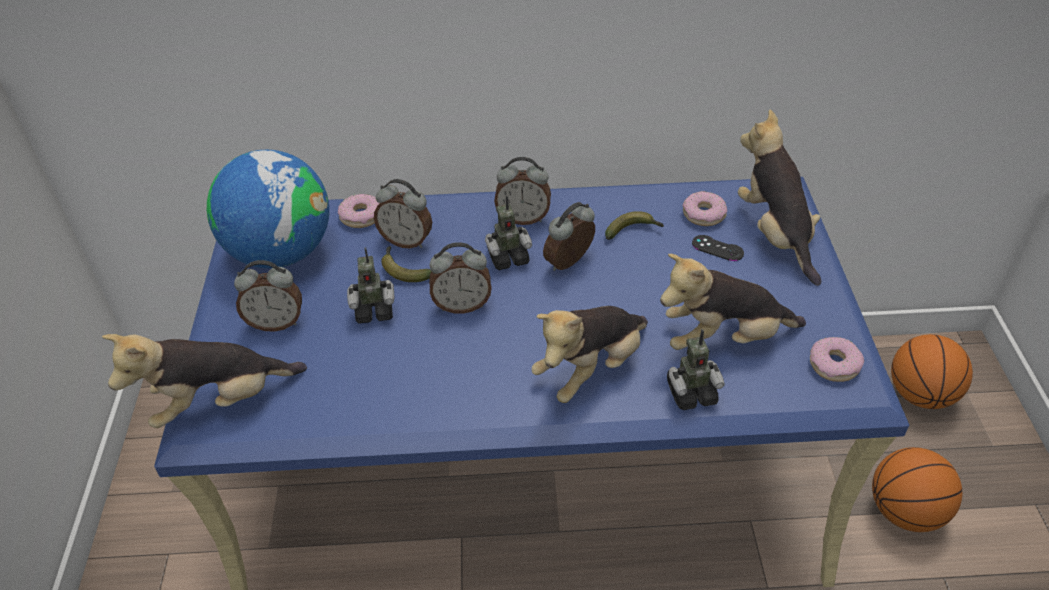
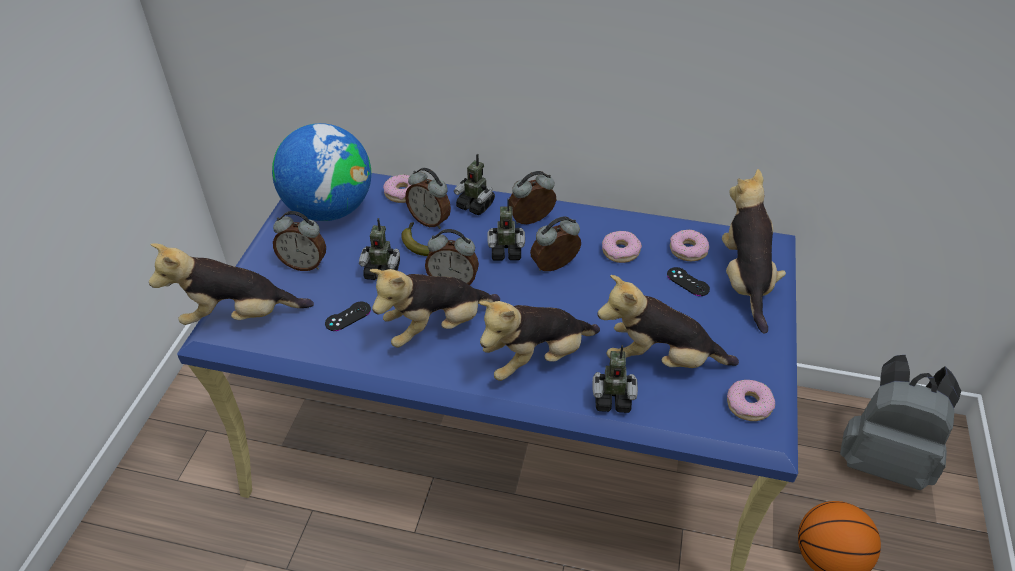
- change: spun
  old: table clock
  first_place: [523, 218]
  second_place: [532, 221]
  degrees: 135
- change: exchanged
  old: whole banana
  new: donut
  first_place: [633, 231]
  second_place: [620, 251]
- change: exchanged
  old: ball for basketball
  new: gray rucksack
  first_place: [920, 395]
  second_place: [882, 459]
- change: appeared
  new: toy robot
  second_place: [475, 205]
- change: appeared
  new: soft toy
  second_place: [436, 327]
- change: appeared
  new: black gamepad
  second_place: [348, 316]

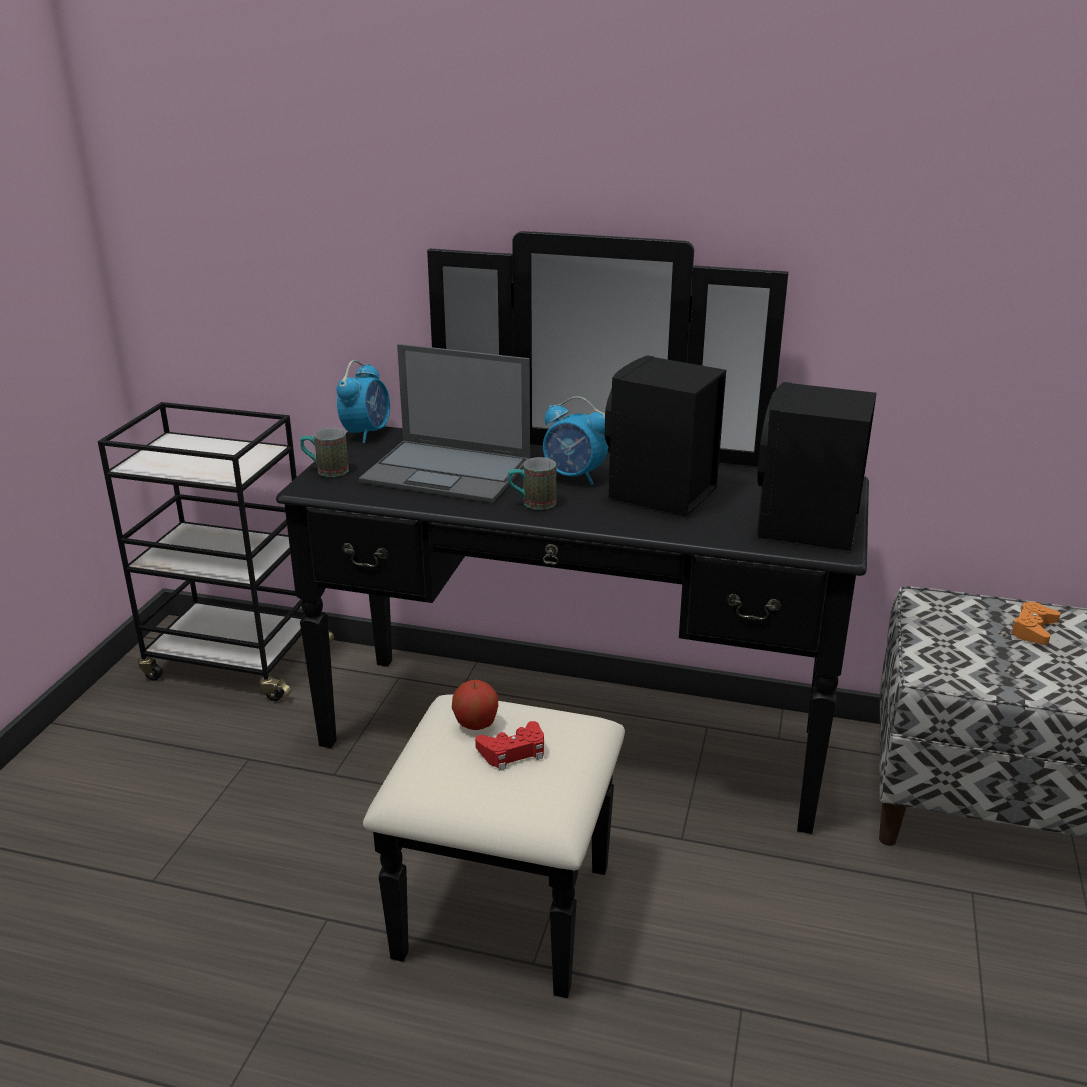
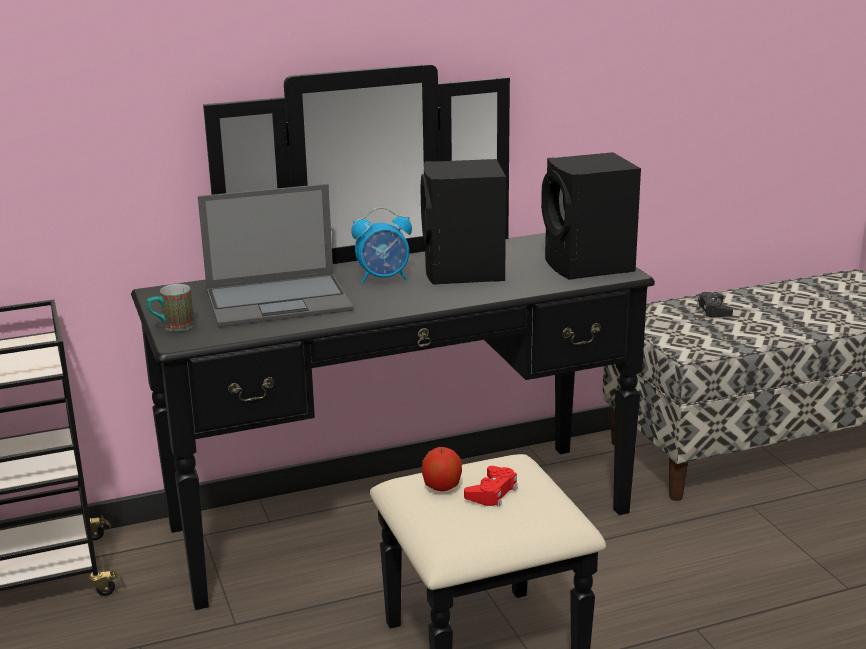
- change: missing
  old: table clock
  first_place: [367, 433]
- change: missing
  old: coffee mug
  first_place: [532, 503]
- change: colour
  old: orange-coloured gamepad
  new: black gamepad
  first_place: [1033, 630]
  second_place: [713, 310]

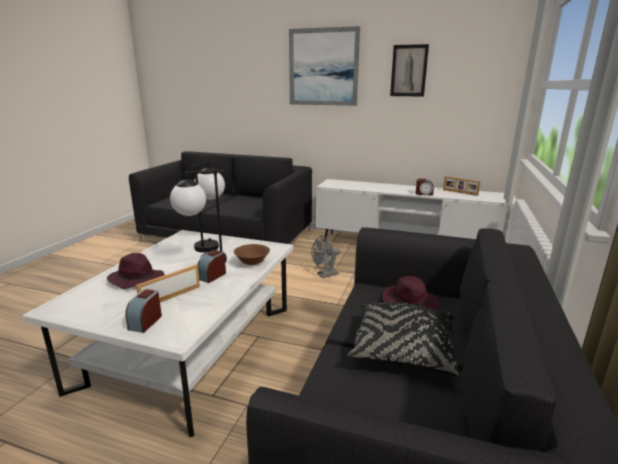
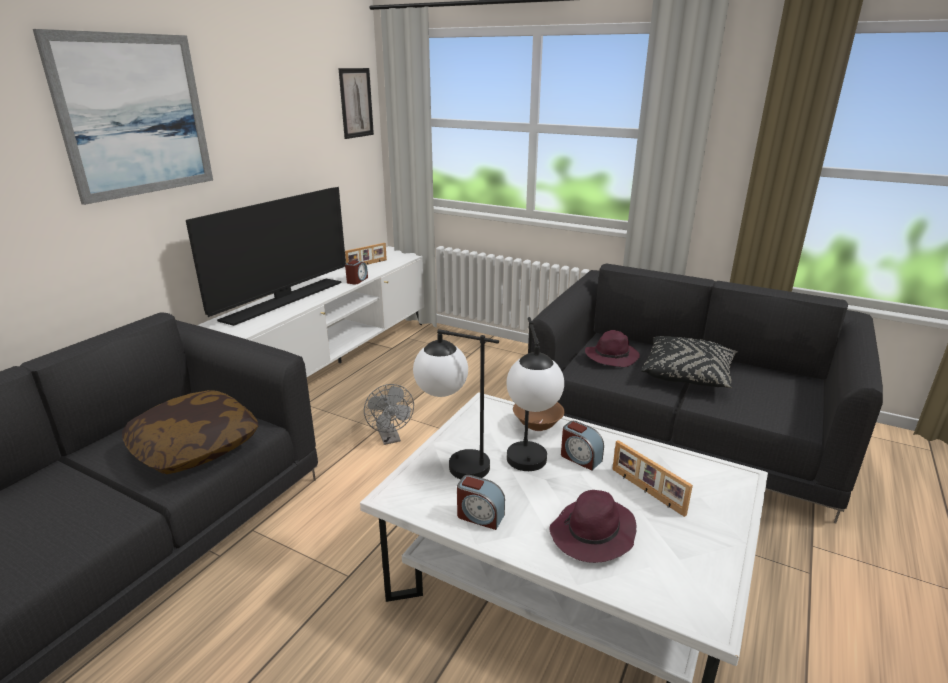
- change: relocated
  old: wall picture
  first_place: [409, 71]
  second_place: [356, 103]
- change: relocated
  old: table clock
  first_place: [145, 322]
  second_place: [480, 516]
- change: appeared
  new: TV set
  second_place: [284, 300]
- change: appeared
  new: pillow
  second_place: [196, 447]

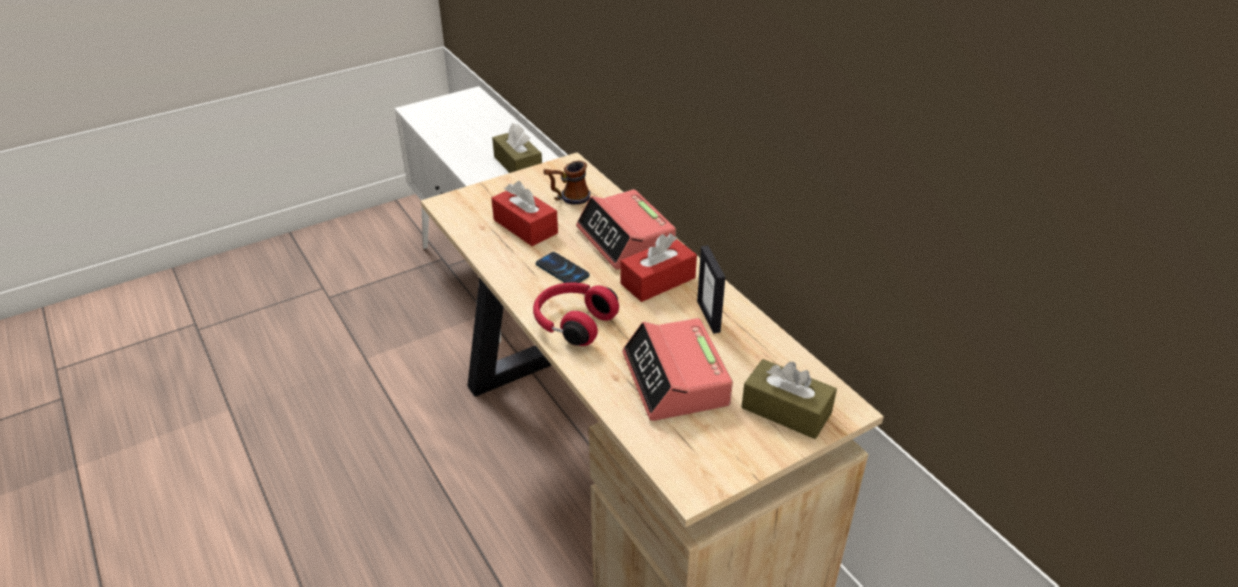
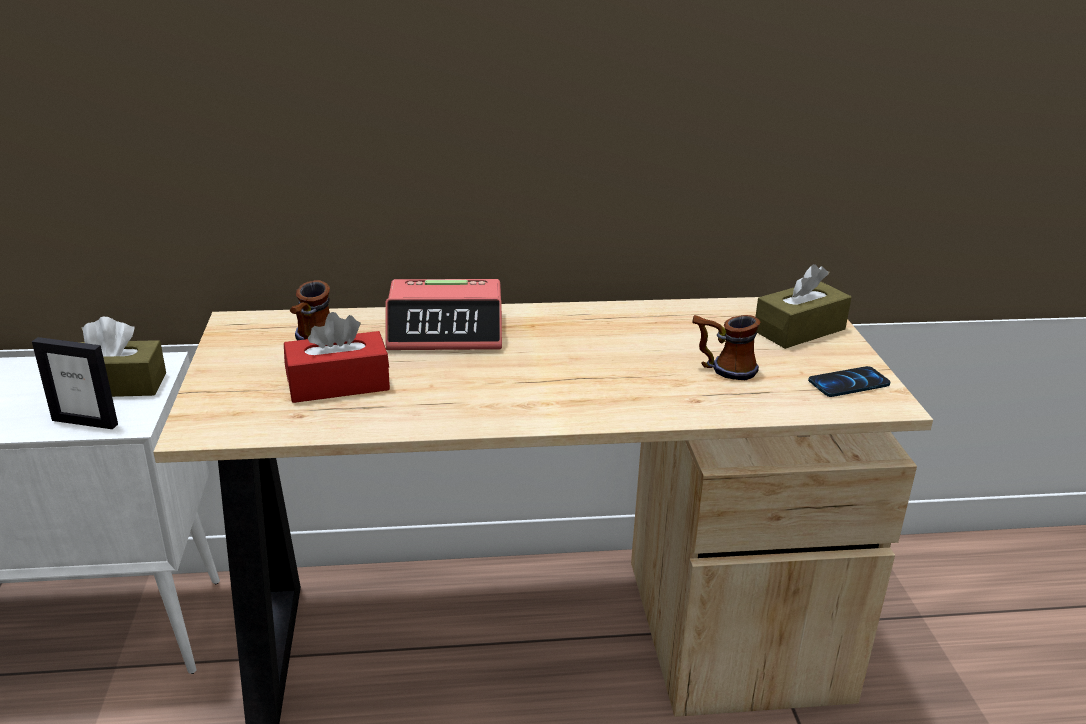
- change: missing
  old: red box of tissues
  first_place: [658, 281]
- change: relocated
  old: standing frame
  first_place: [709, 316]
  second_place: [85, 422]
- change: relocated
  old: telephone
  first_place: [562, 270]
  second_place: [849, 383]
- change: missing
  old: red pair of headphones
  first_place: [573, 323]
- change: exchanged
  old: table clock
  new: coffee mug
  first_place: [675, 380]
  second_place: [722, 369]

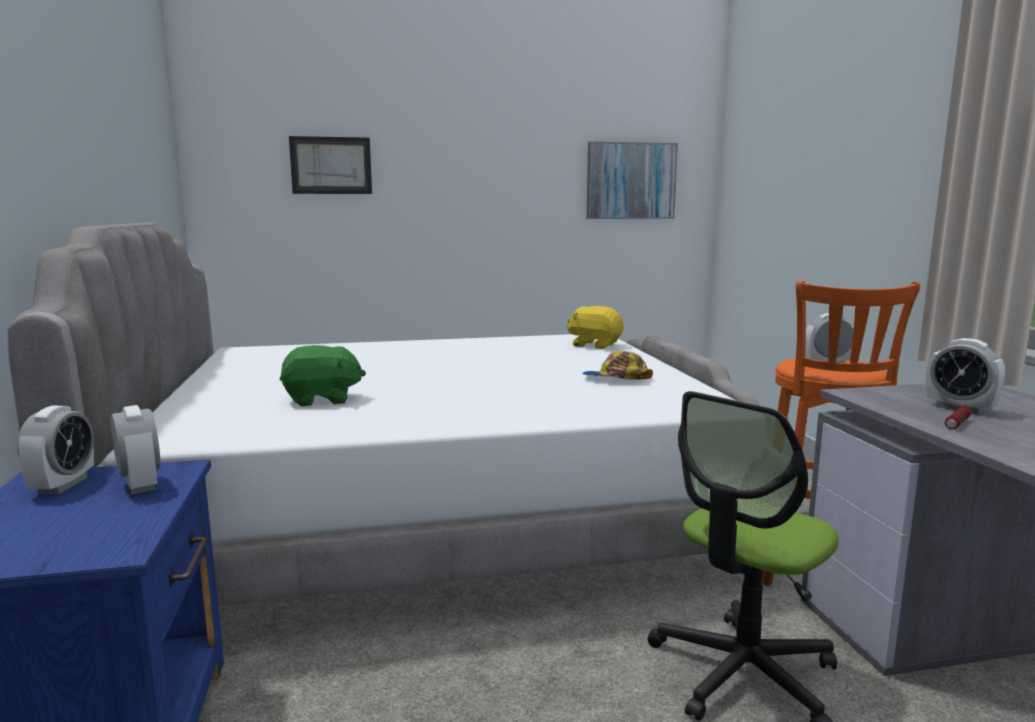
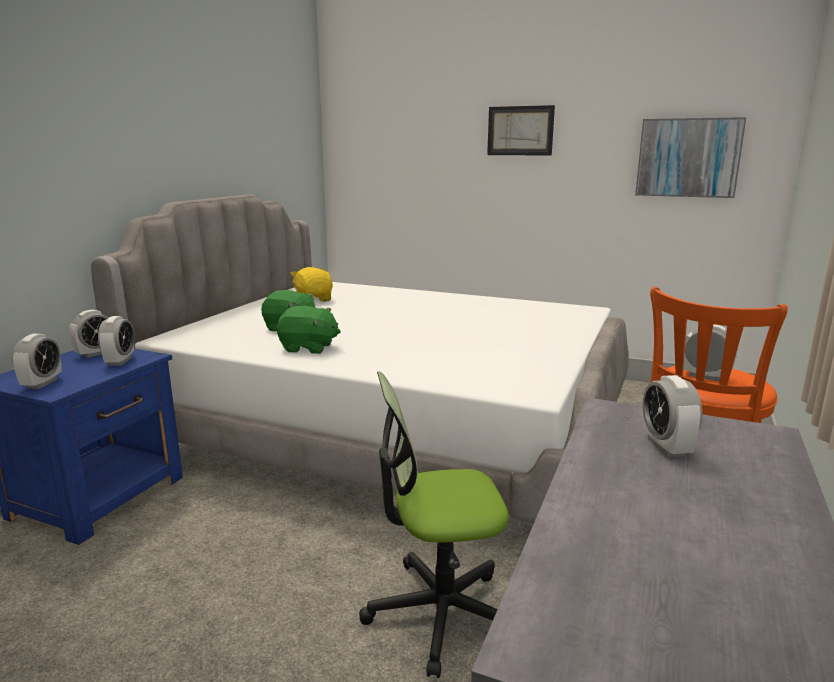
- change: relocated
  old: wall picture
  first_place: [331, 165]
  second_place: [520, 131]
- change: relocated
  old: yellowish soft toy
  first_place: [595, 345]
  second_place: [314, 299]
- change: missing
  old: peaked cap
  first_place: [616, 379]
- change: missing
  old: torch
  first_place: [957, 423]
- change: appeared
  new: greenish soft toy
  second_place: [308, 348]
- change: appeared
  new: table clock
  second_place: [42, 383]

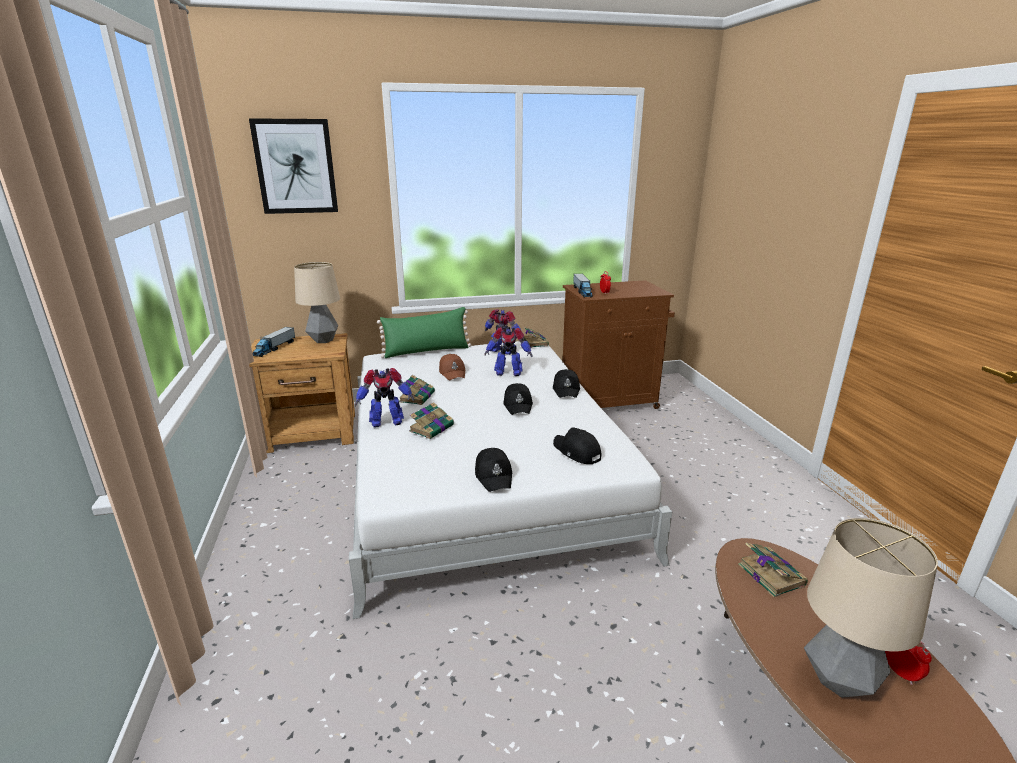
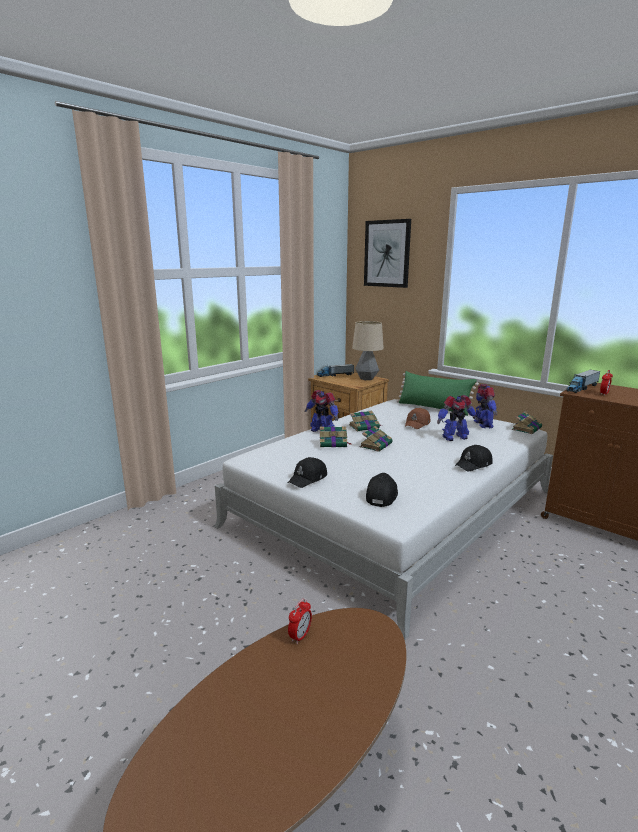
- change: spun
  old: toy robot
  first_place: [508, 372]
  second_place: [454, 437]
  degrees: -75
- change: missing
  old: black peaked cap
  first_place: [518, 405]
- change: missing
  old: tabletop lamp
  first_place: [839, 681]
- change: relocated
  old: volume
  first_place: [770, 574]
  second_place: [376, 445]
- change: relocated
  old: table clock
  first_place: [901, 673]
  second_place: [300, 636]

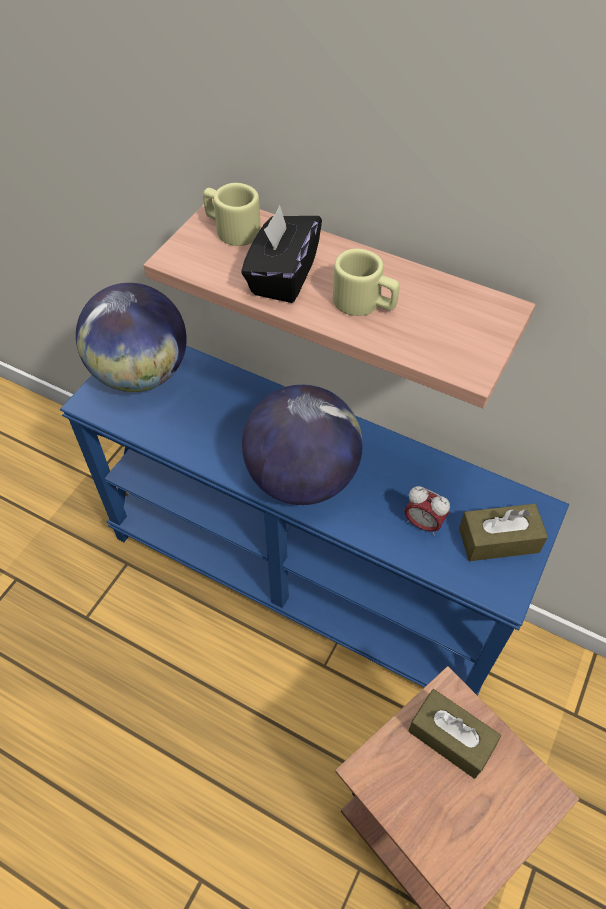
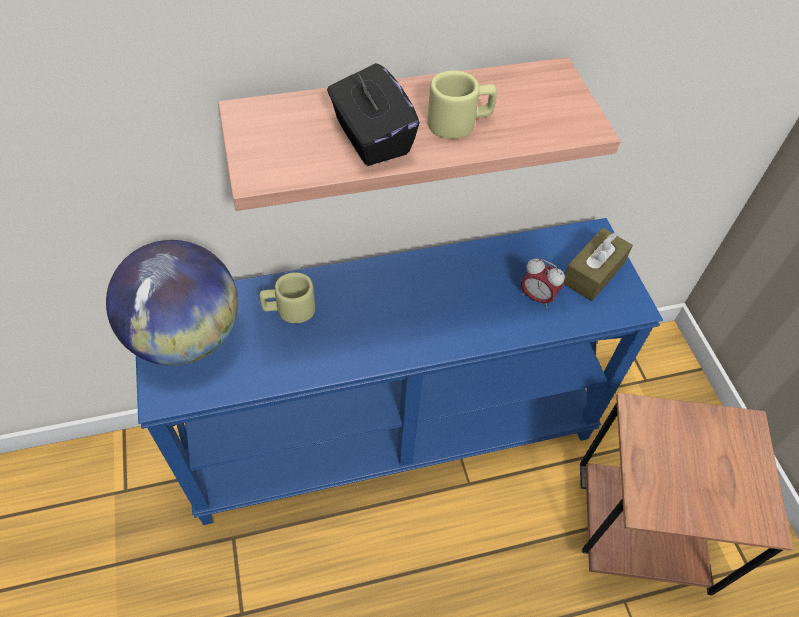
- change: relocated
  old: beige coffee mug
  first_place: [231, 229]
  second_place: [289, 309]
- change: missing
  old: desk globe
  first_place: [302, 478]
- change: spun
  old: table clock
  first_place: [423, 524]
  second_place: [537, 297]
  degrees: 45
- change: missing
  old: brown box of tissues
  first_place: [451, 737]

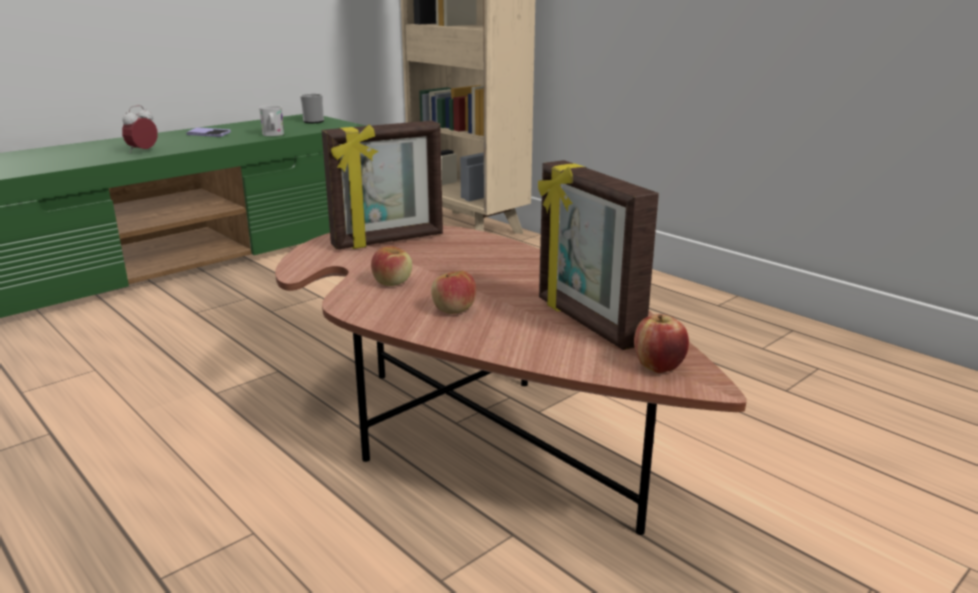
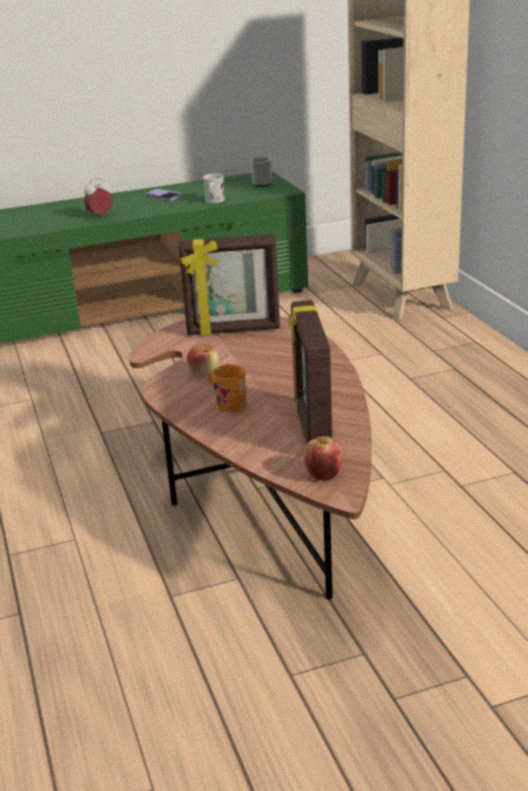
- change: exchanged
  old: apple
  new: orange-coloured coffee mug
  first_place: [453, 310]
  second_place: [226, 404]

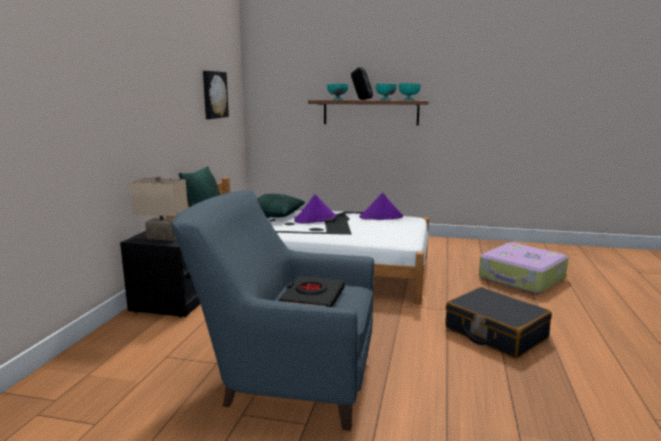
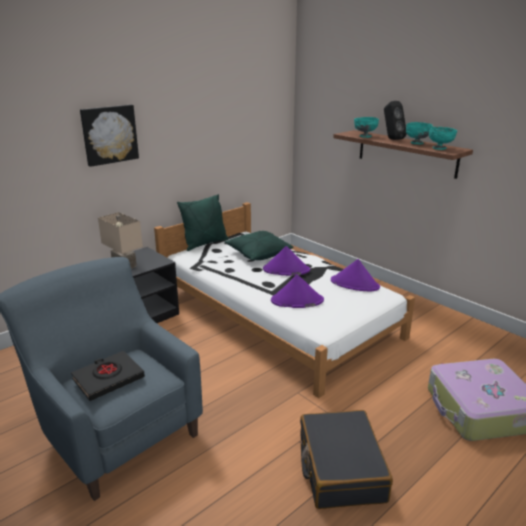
- change: relocated
  old: wall picture
  first_place: [214, 95]
  second_place: [109, 134]
- change: appeared
  new: purplish wearable hat
  second_place: [297, 301]

